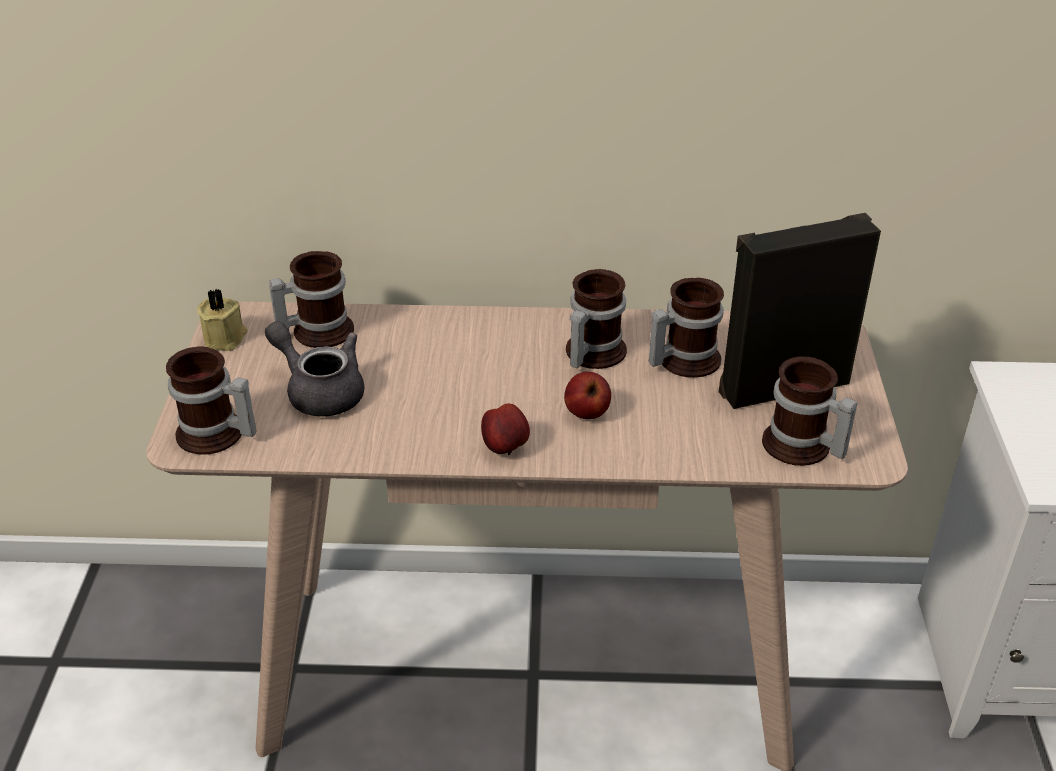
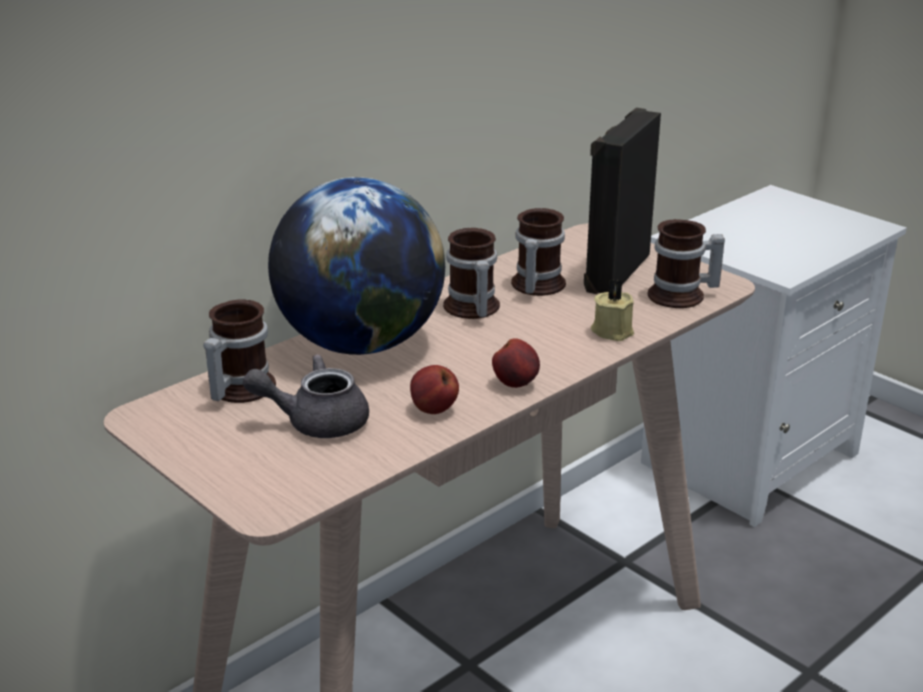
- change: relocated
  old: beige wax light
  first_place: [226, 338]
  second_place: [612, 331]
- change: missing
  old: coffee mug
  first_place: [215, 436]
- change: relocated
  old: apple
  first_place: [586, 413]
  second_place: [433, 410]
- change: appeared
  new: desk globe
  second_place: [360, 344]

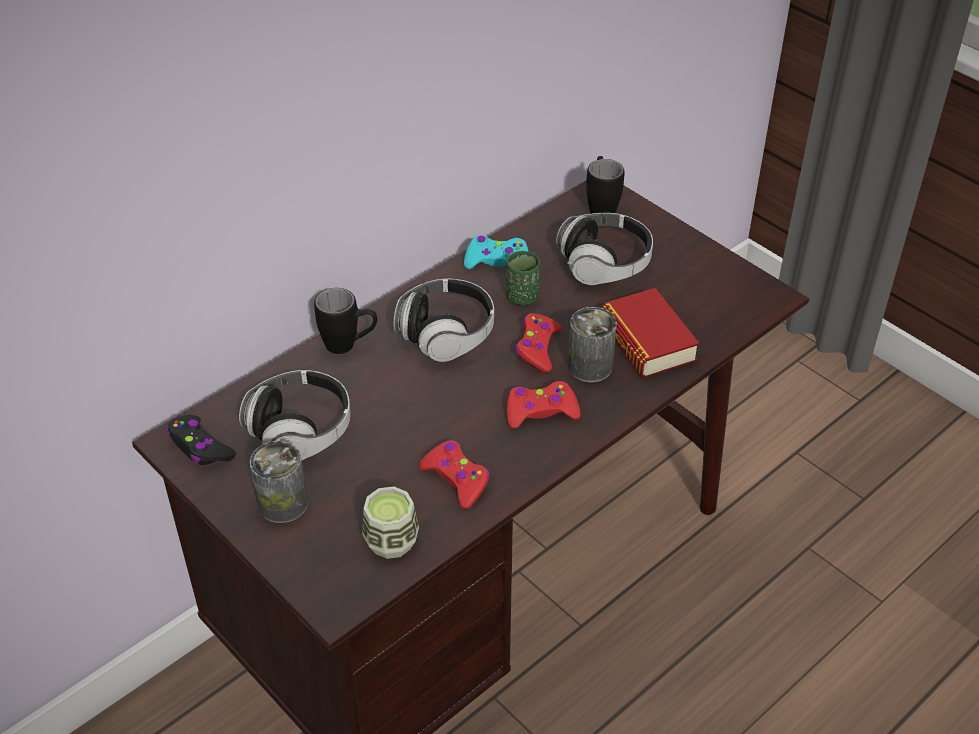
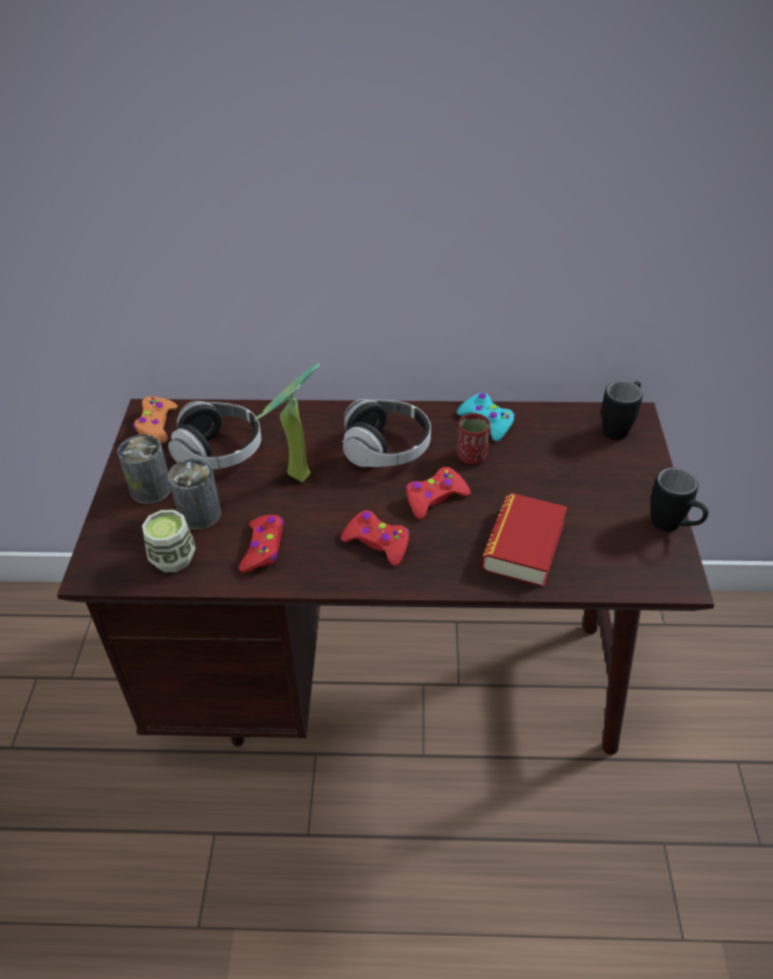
- change: missing
  old: pair of headphones
  first_place: [604, 264]
- change: colour
  old: greenish cup
  new: red cup
  first_place: [522, 297]
  second_place: [471, 456]
- change: relocated
  old: black coffee mug
  first_place: [349, 345]
  second_place: [672, 527]
- change: relocated
  old: sealed can
  first_place: [590, 366]
  second_place: [200, 514]
- change: colour
  old: black gamepad
  new: orange-coloured gamepad
  first_place: [200, 447]
  second_place: [156, 425]
- change: appeared
  new: houseplant
  second_place: [294, 477]

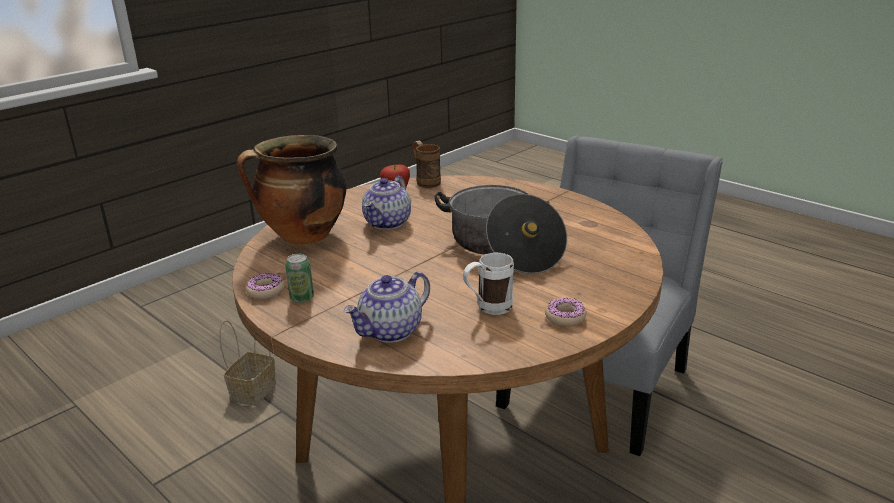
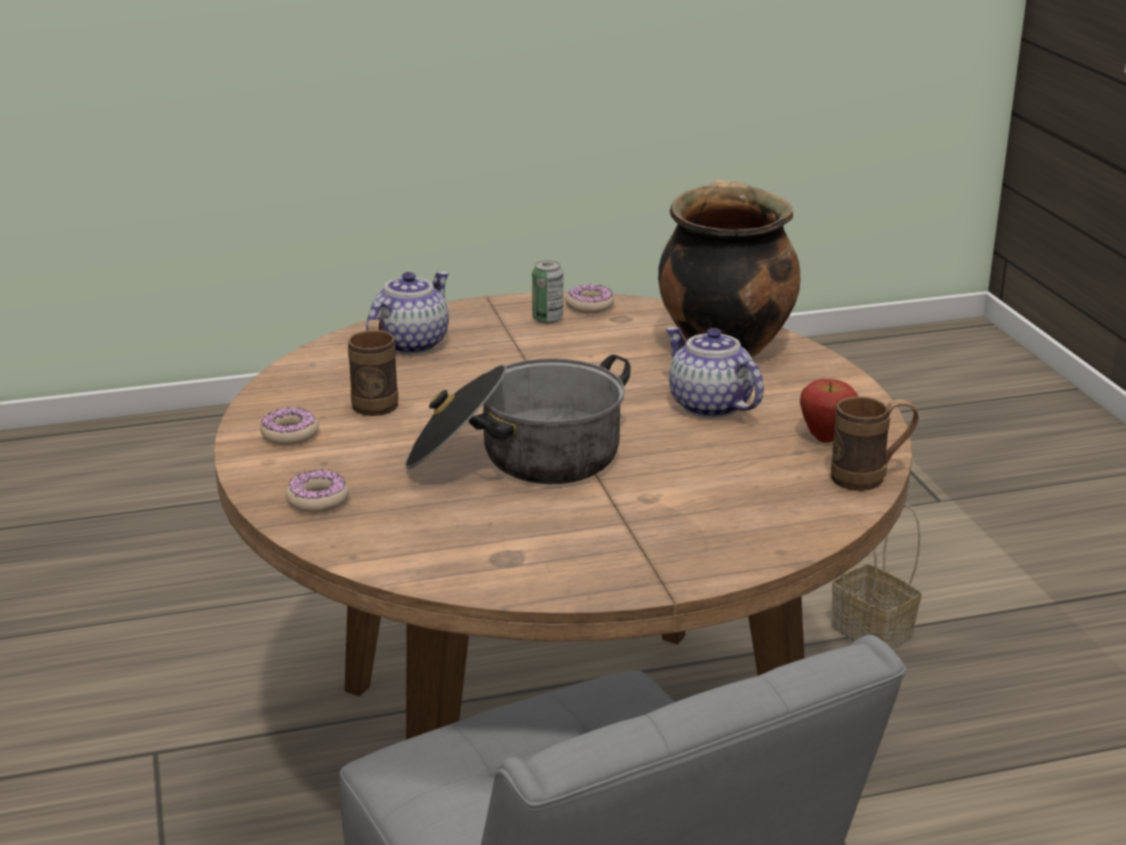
- change: colour
  old: white-coloured coffee mug
  new: brown coffee mug
  first_place: [487, 308]
  second_place: [377, 400]
- change: spun
  old: tea pot
  first_place: [391, 331]
  second_place: [410, 343]
  degrees: 45
- change: appeared
  new: donut
  second_place: [318, 500]

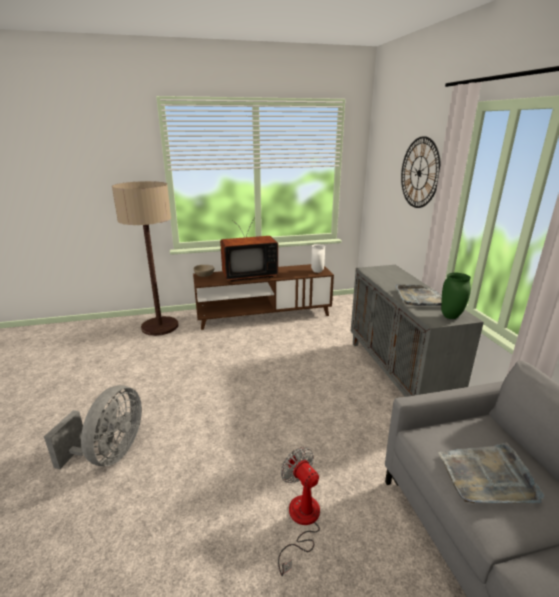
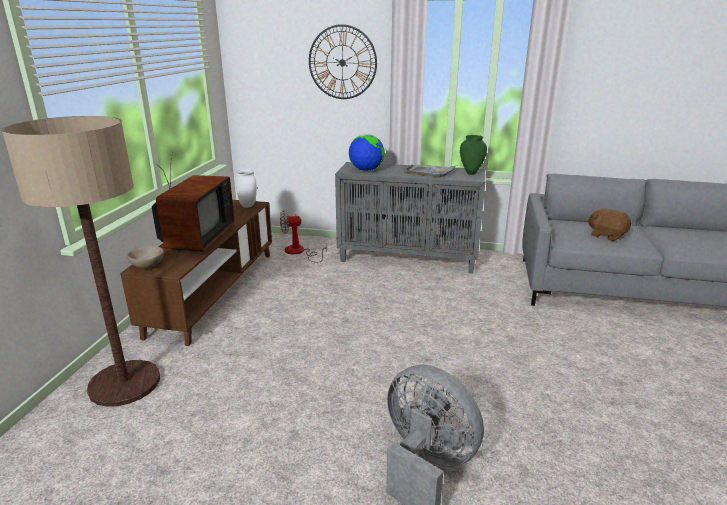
- change: exchanged
  old: gray serving tray
  new: brown soft toy
  first_place: [487, 477]
  second_place: [607, 235]
- change: relocated
  old: electric fan
  first_place: [301, 521]
  second_place: [299, 252]
- change: appeared
  new: desk globe
  second_place: [366, 170]

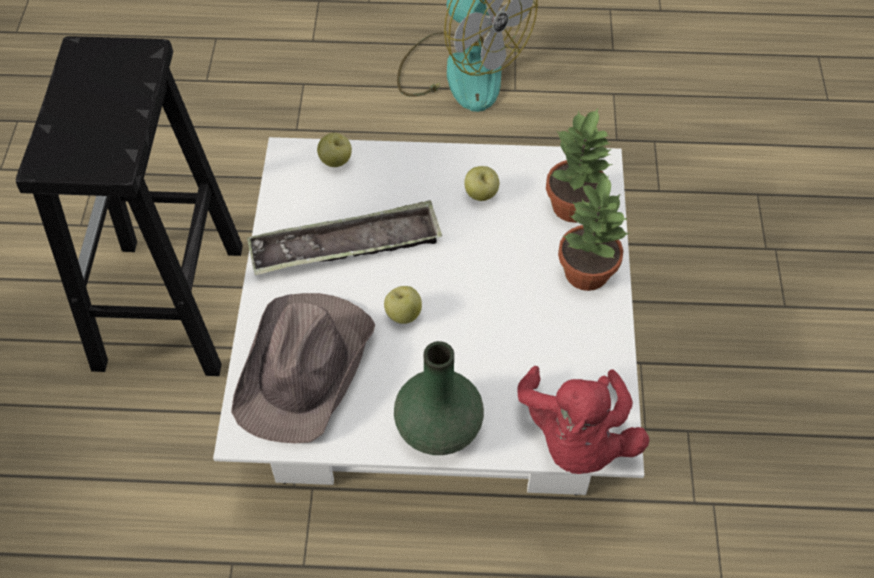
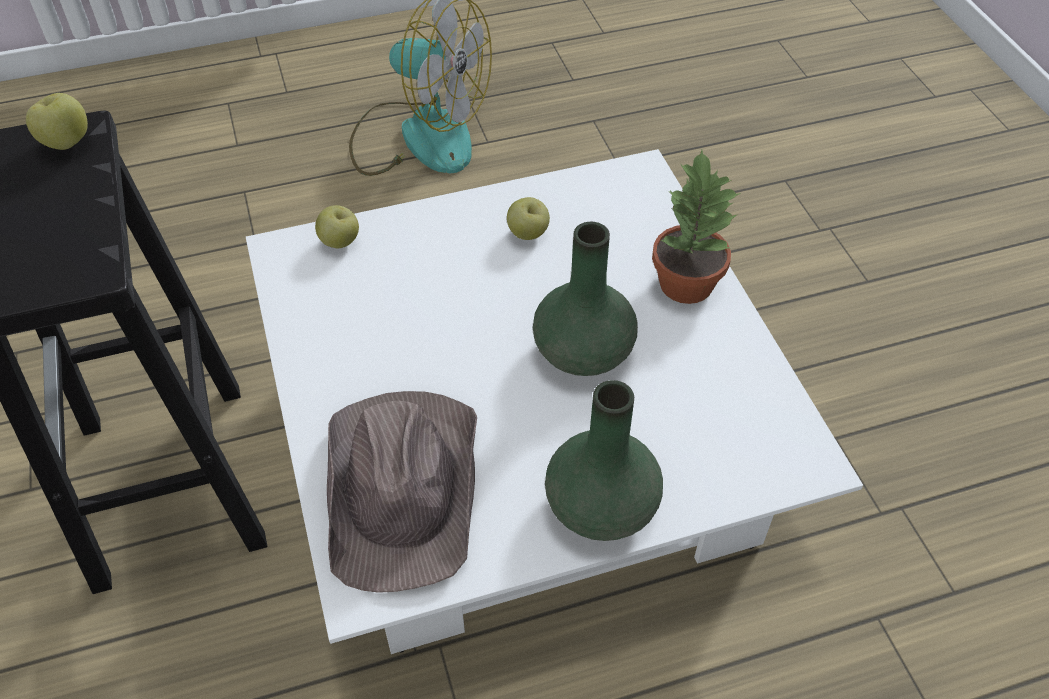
- change: missing
  old: houseplant
  first_place: [574, 206]
- change: missing
  old: serving tray
  first_place: [346, 246]
- change: relocated
  old: apple
  first_place: [403, 314]
  second_place: [66, 143]
- change: missing
  old: red soft toy
  first_place: [576, 439]
- change: appeared
  new: greenish flower vase
  second_place: [583, 351]

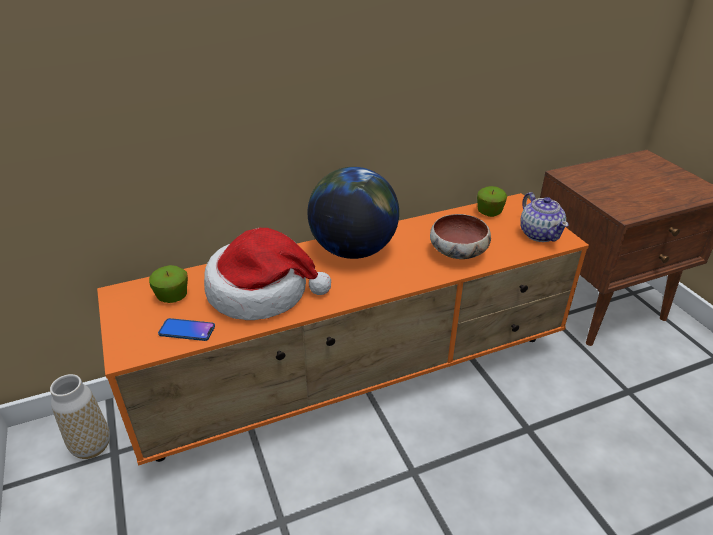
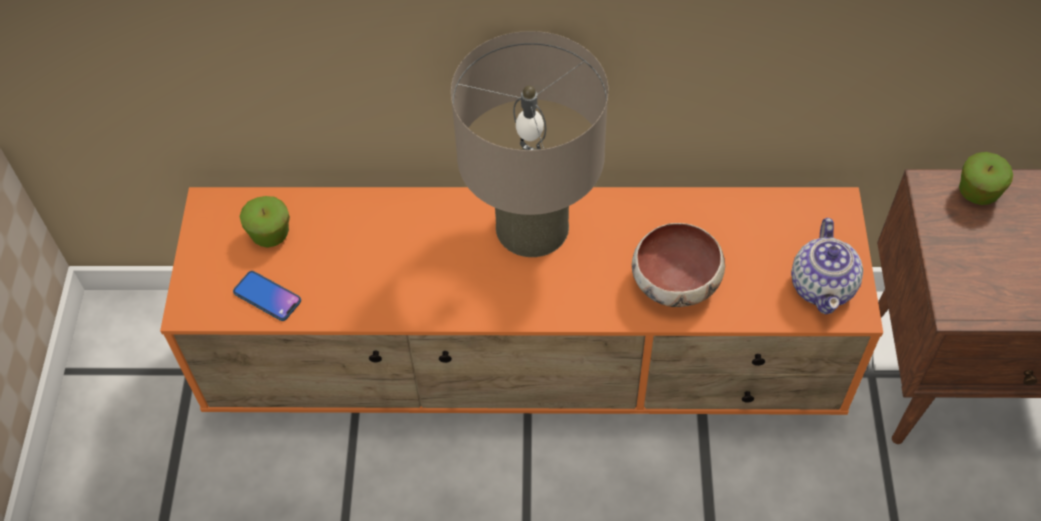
- change: exchanged
  old: desk globe
  new: beige tabletop lamp
  first_place: [353, 250]
  second_place: [532, 226]
- change: relocated
  old: apple
  first_place: [489, 212]
  second_place: [978, 192]
- change: missing
  old: wearable hat
  first_place: [261, 291]
- change: missing
  old: flower vase
  first_place: [92, 446]

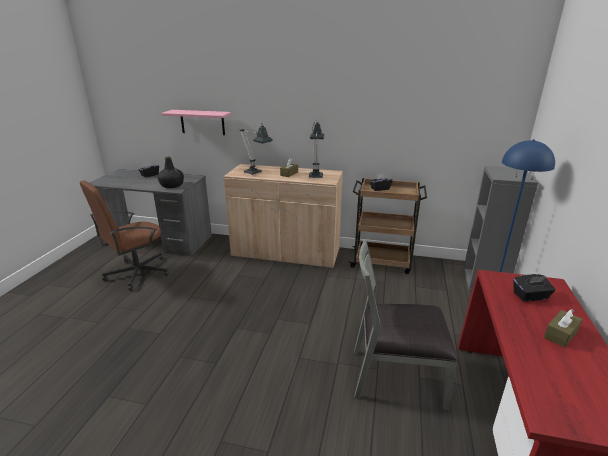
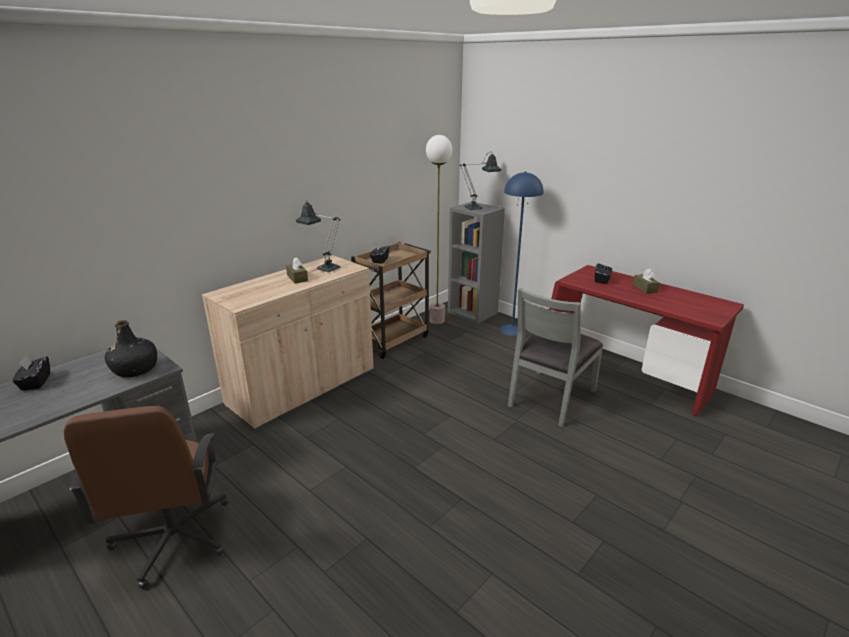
- change: missing
  old: pink shelf
  first_place: [202, 122]
- change: relocated
  old: tabletop lamp
  first_place: [255, 173]
  second_place: [477, 208]
- change: appeared
  new: floor lamp
  second_place: [437, 320]

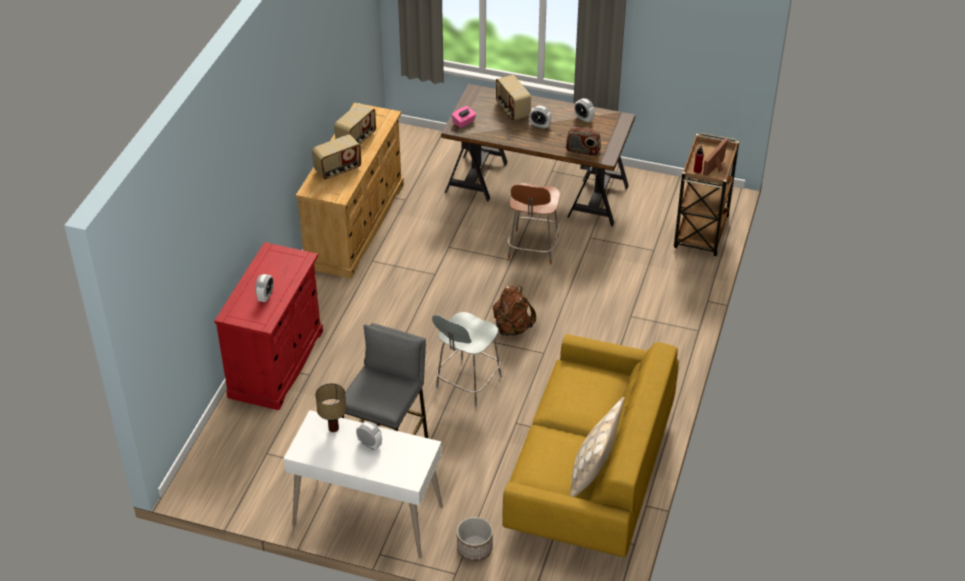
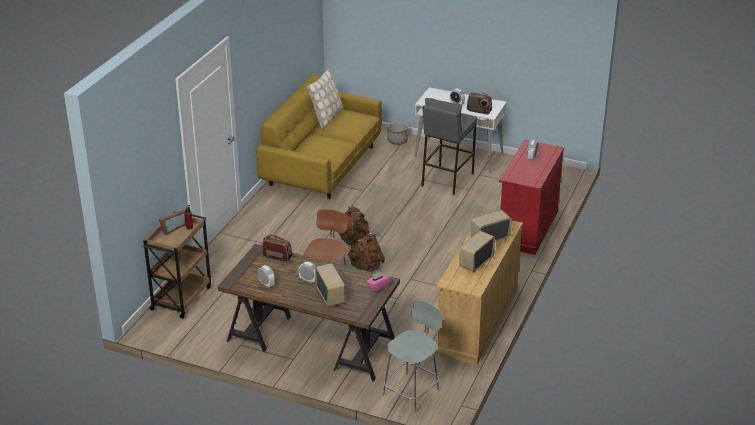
- change: relocated
  old: gray plain chair
  first_place: [467, 383]
  second_place: [412, 391]
- change: exchanged
  old: tabletop lamp
  new: radio
  first_place: [333, 428]
  second_place: [479, 111]
- change: appeared
  new: brown rucksack
  second_place: [365, 267]

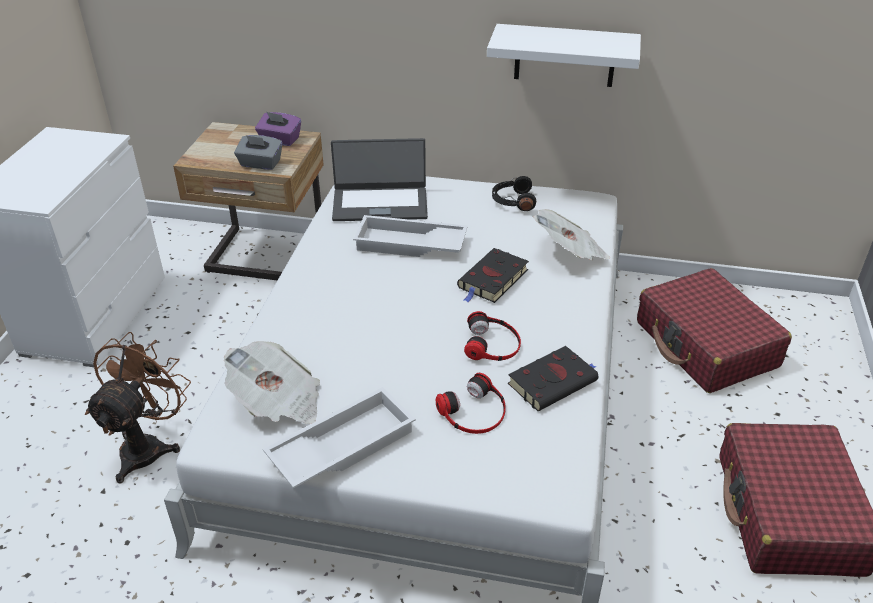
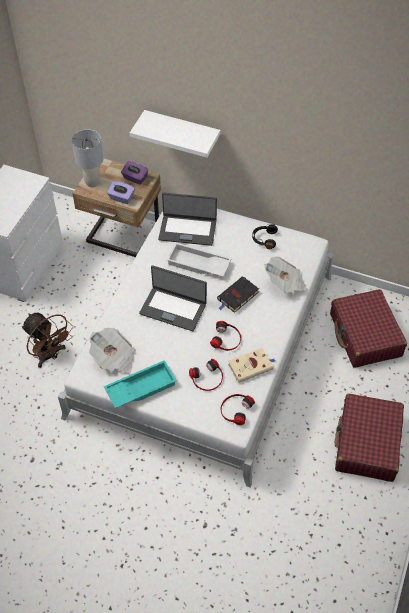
- change: relocated
  old: white-coloured shelf
  first_place: [565, 55]
  second_place: [182, 132]
- change: colour
  old: gray box of tissues
  new: purplish box of tissues
  first_place: [260, 164]
  second_place: [121, 198]
- change: spun
  old: brown electric fan
  first_place: [148, 446]
  second_place: [50, 355]
  degrees: 105
- change: colour
  old: black volume
  new: beige volume
  first_place: [554, 381]
  second_place: [251, 366]
- change: colour
  old: white-coloured serving tray
  new: turquoise serving tray
  first_place: [342, 445]
  second_place: [141, 387]
- change: appeared
  new: gray tabletop lamp
  second_place: [93, 182]
- change: appeared
  new: notebook computer
  second_place: [173, 308]
- change: appeared
  new: pair of headphones
  second_place: [235, 409]

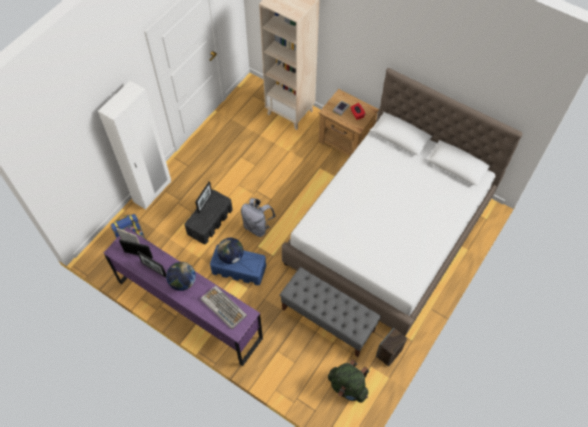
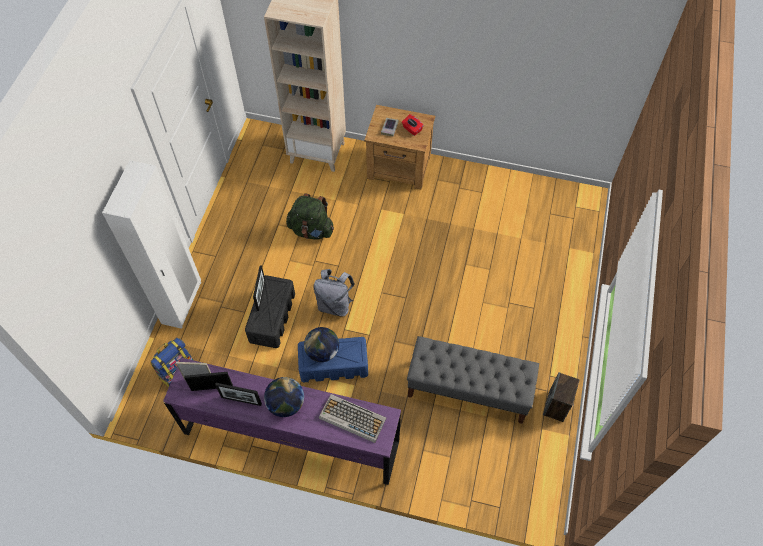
- change: missing
  old: white-coloured sleeping bed
  first_place: [389, 231]
- change: relocated
  old: greenish rucksack
  first_place: [348, 387]
  second_place: [311, 230]

